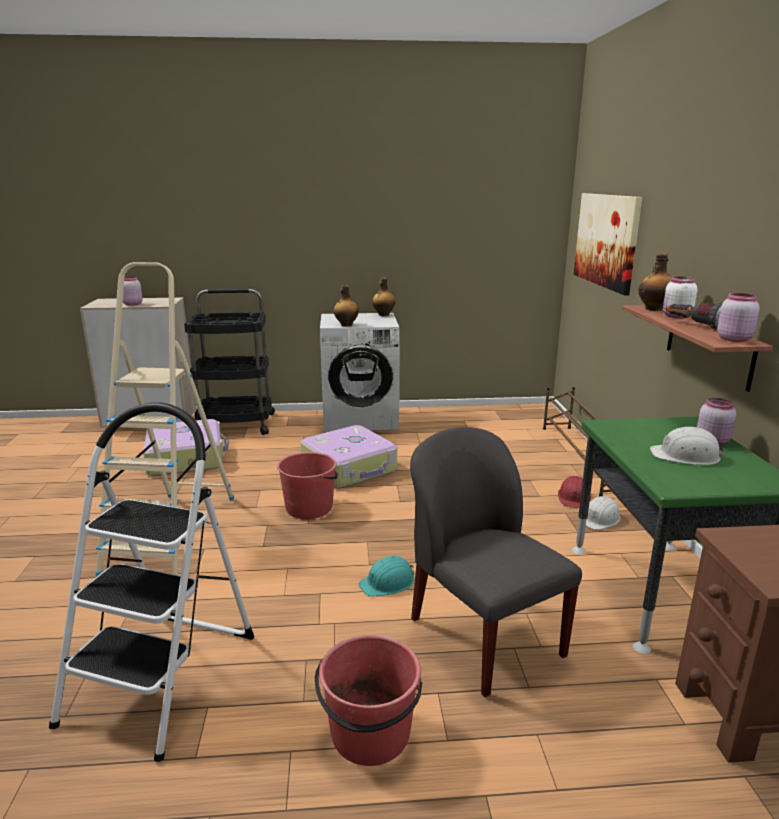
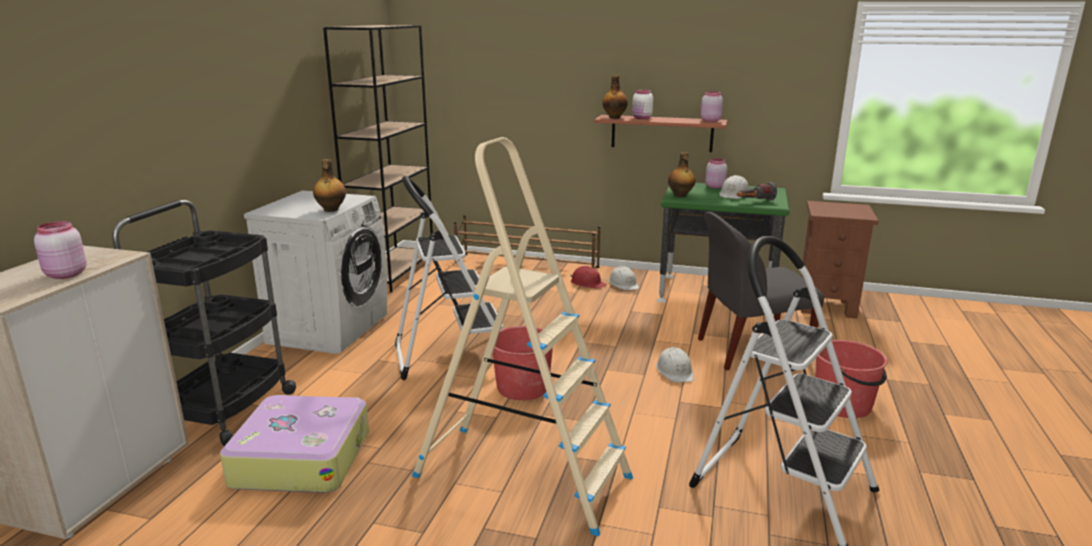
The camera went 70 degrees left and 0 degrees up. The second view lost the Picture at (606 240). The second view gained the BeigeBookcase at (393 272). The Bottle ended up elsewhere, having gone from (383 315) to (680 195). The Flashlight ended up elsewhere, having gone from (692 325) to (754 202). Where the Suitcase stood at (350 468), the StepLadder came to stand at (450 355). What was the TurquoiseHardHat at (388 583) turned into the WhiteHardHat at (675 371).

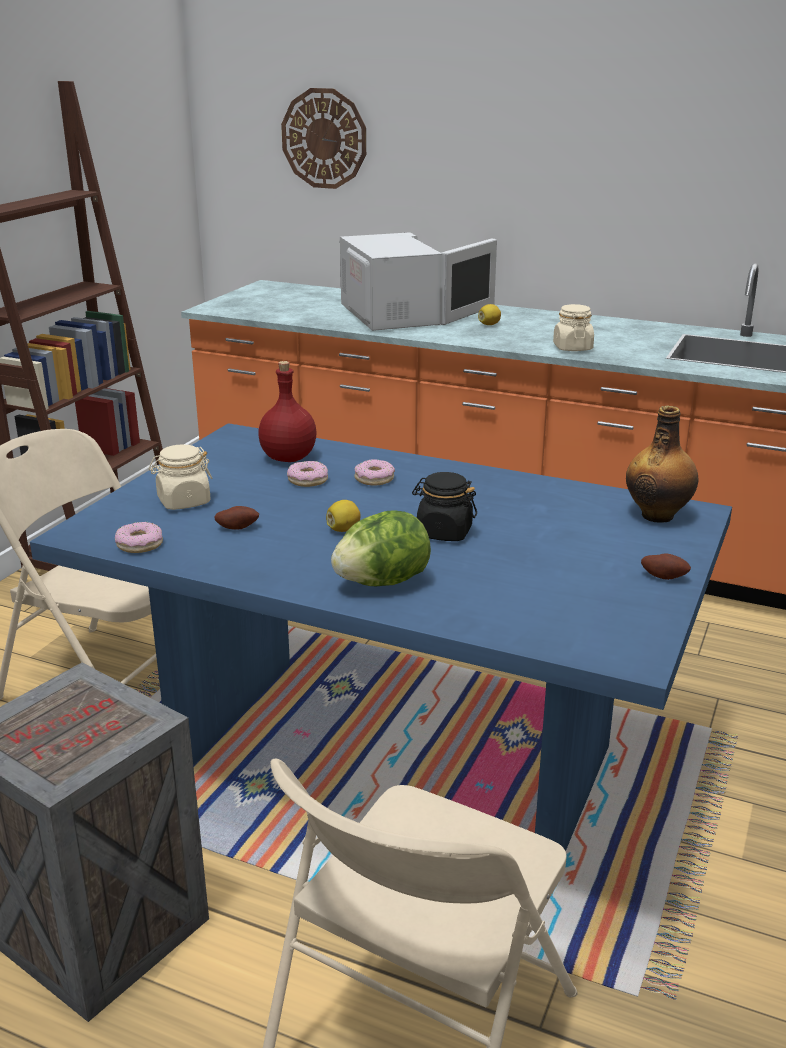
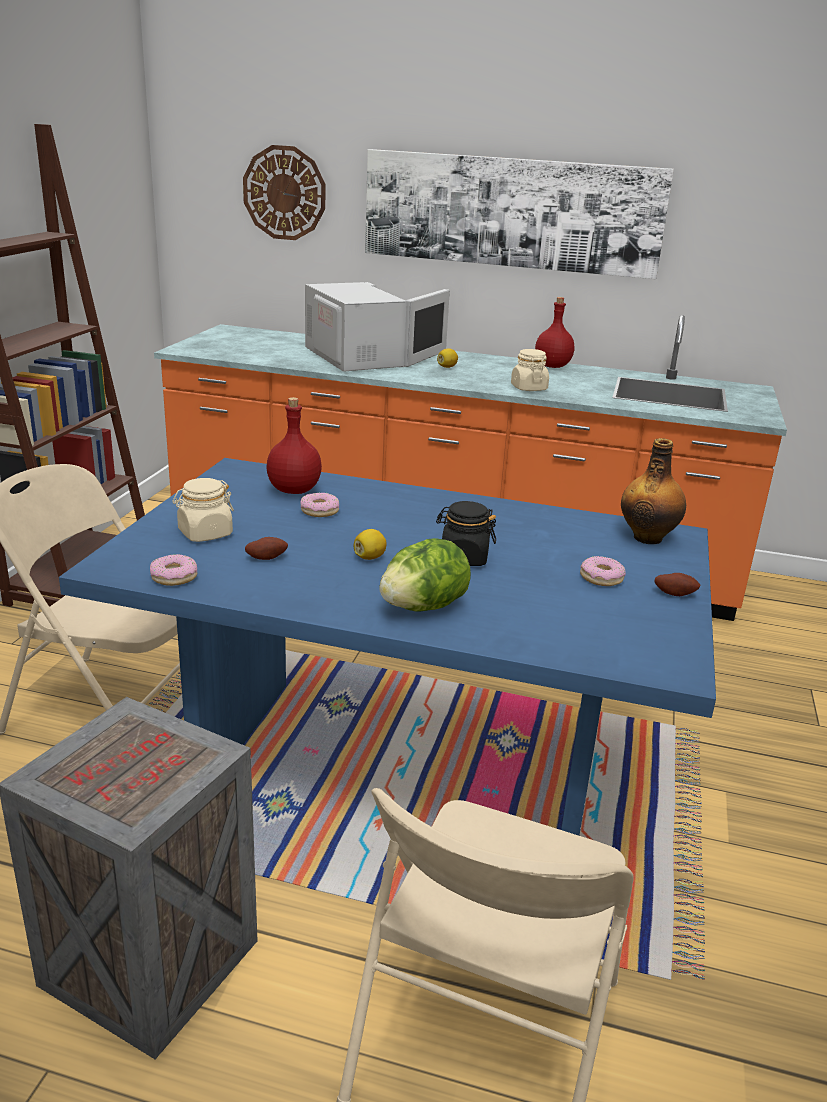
The camera went 10 degrees left and 0 degrees up. The second view gained the Picture at (511 212). The second view gained the RedBottle at (552 366). The Donut ended up elsewhere, having gone from (374 479) to (601 578).

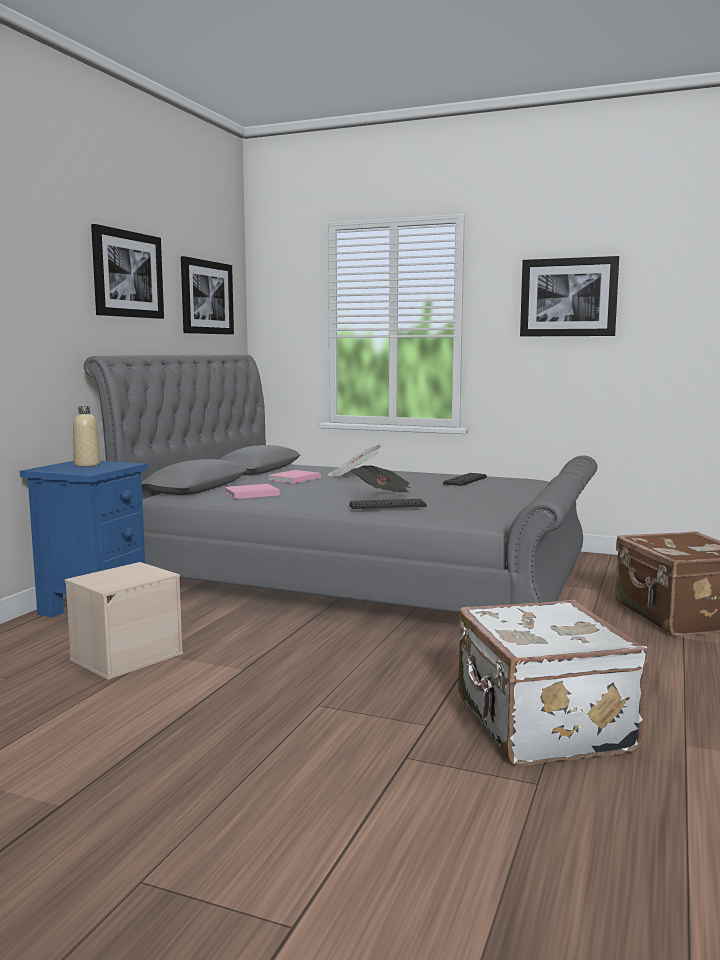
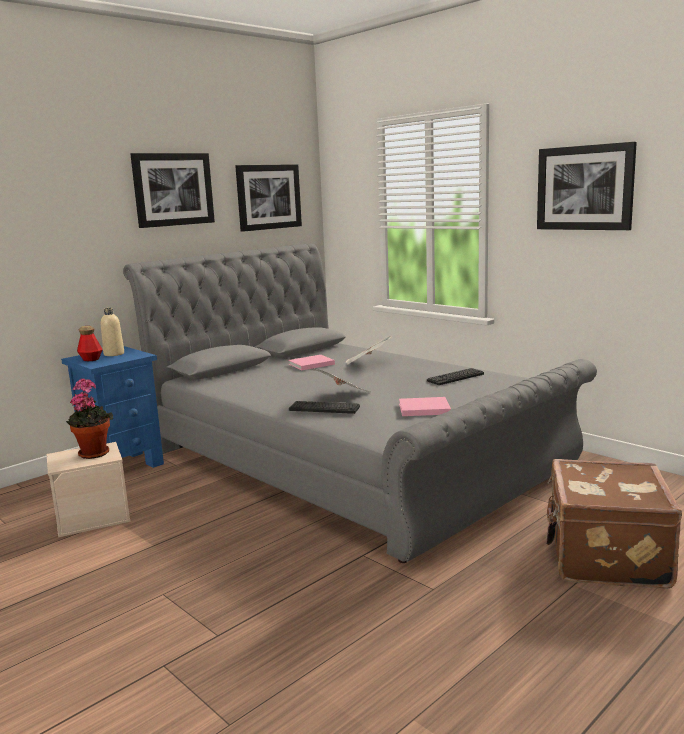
The camera went 25 degrees right and 5 degrees up. The second view lost the WhiteSuitcase at (540 726). The second view gained the PottedPlant at (93 453). The second view gained the Bottle at (91 359). The PinkBook ended up elsewhere, having gone from (250 494) to (422 409).

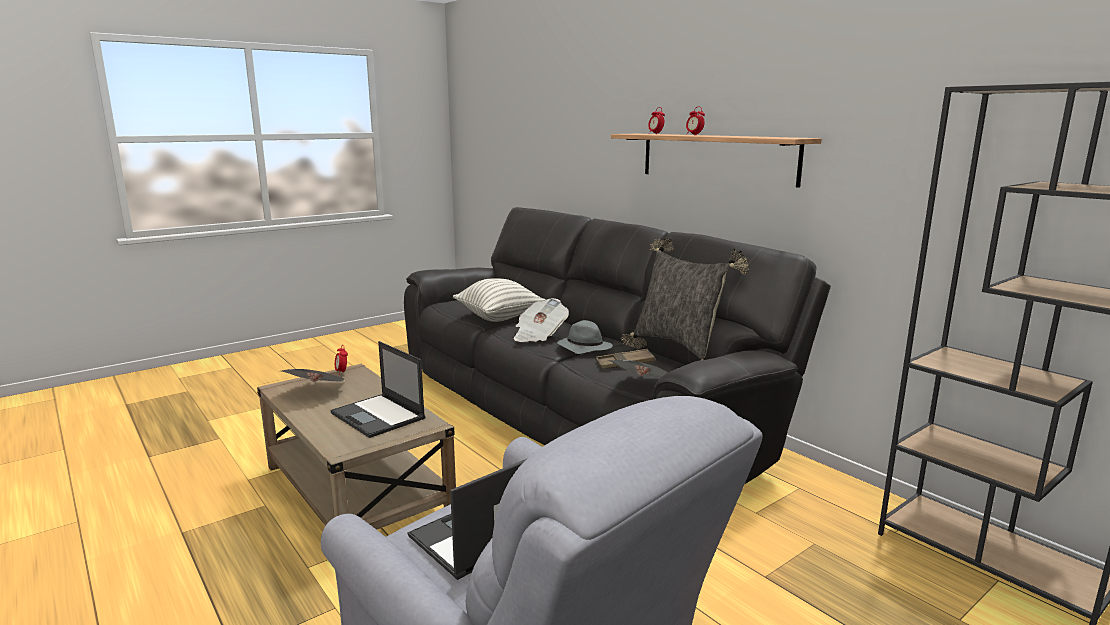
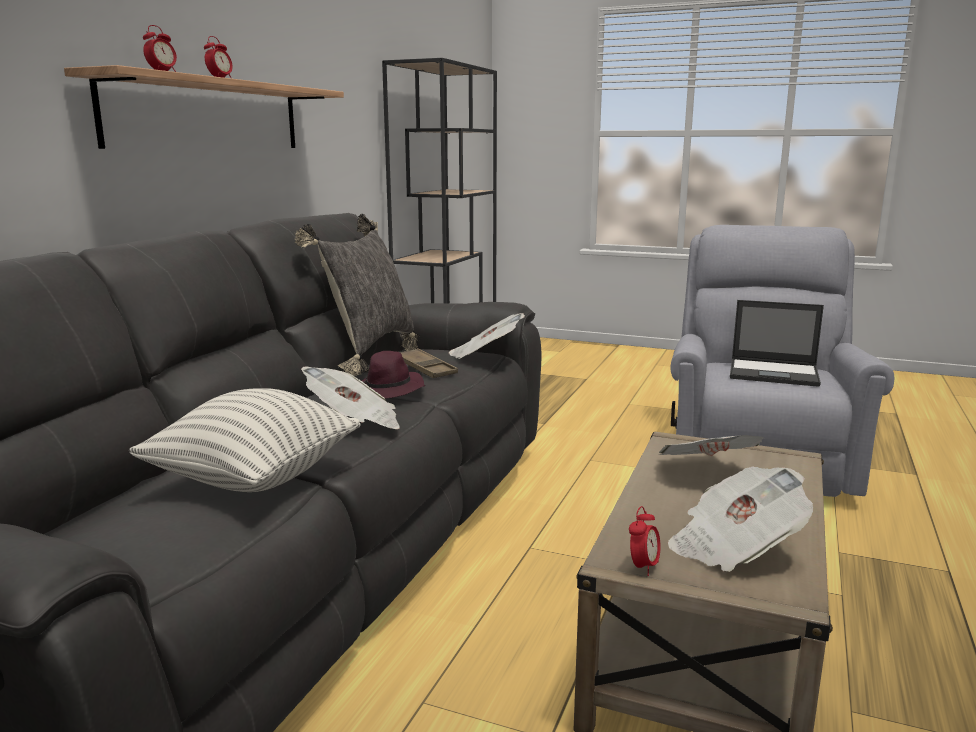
The camera went 120 degrees left and 0 degrees up. Where the Laptop stood at (378 416), the Newspaper came to stand at (706 472). What was the GreyHat at (583 348) turned into the PurpleHat at (389 391).

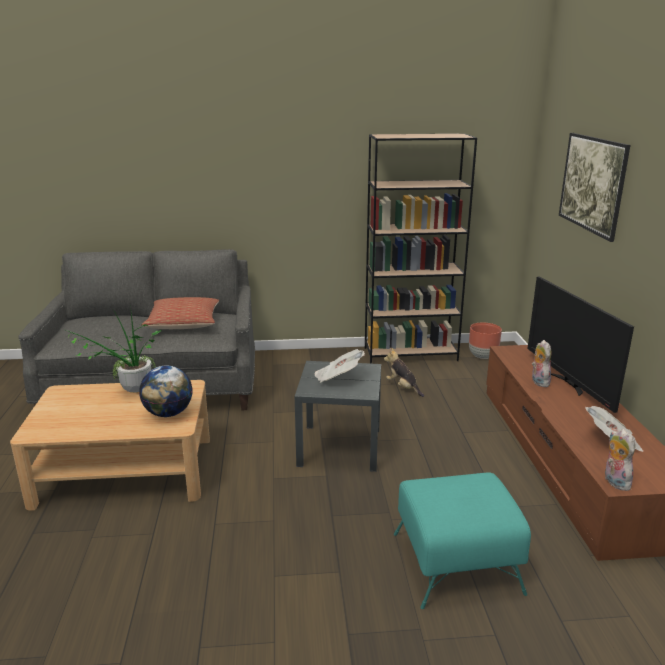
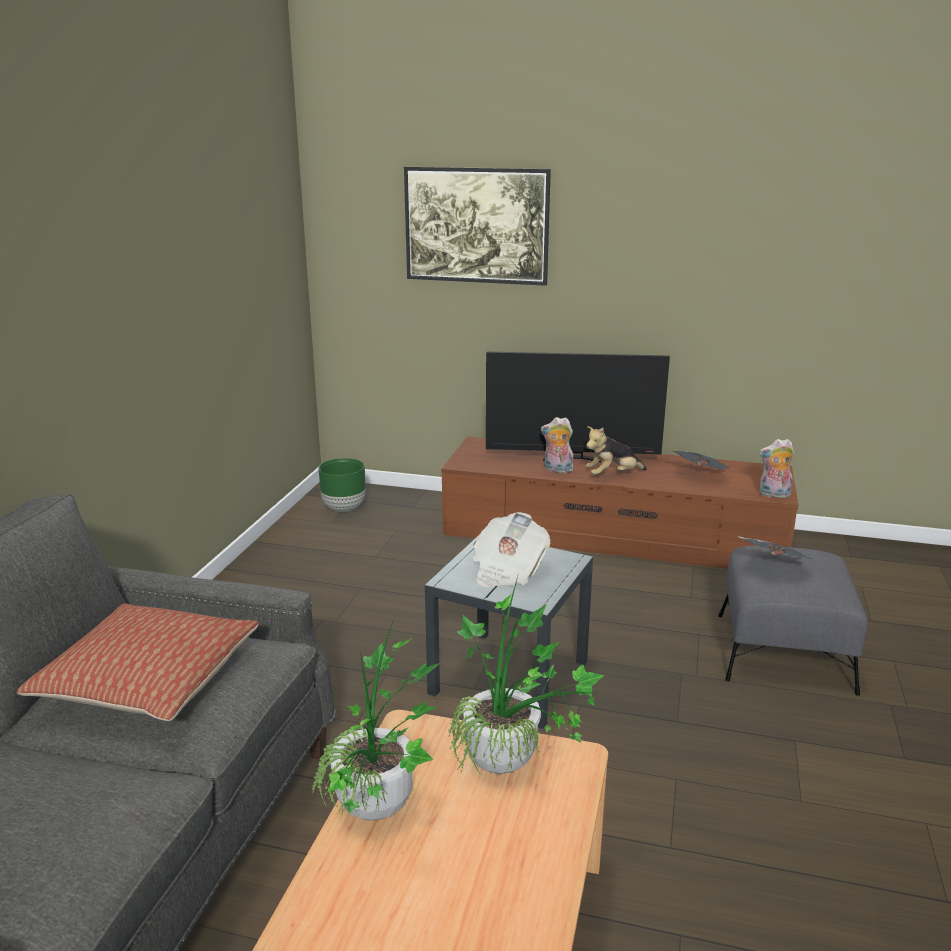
The camera went 70 degrees left and 0 degrees up. The second view lost the BeigeBookcase at (410 354). The second view gained the Newspaper at (774 566). The PlushToy ended up elsewhere, having gone from (403 387) to (612 475). Where the Globe stood at (168 413), the PottedPlant came to stand at (513 768). What was the TurquoiseOttoman at (455 562) turned into the GreyOttoman at (783 653). What was the BrownPlanter at (482 356) turned into the GreenPlanter at (344 508).

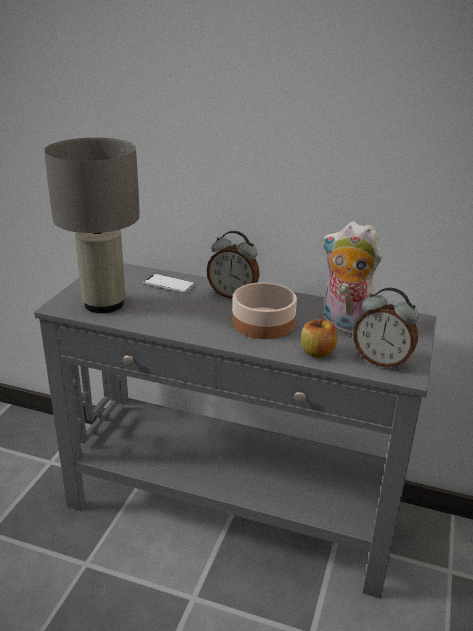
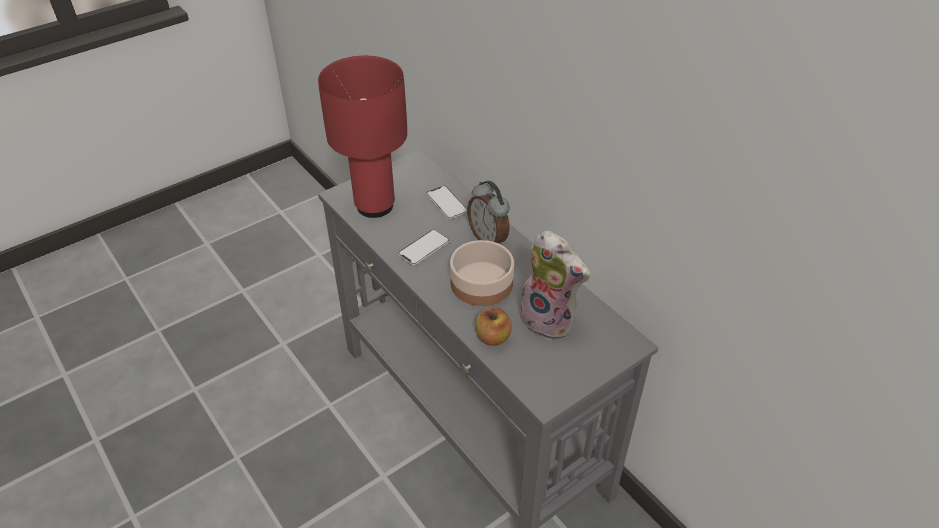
The camera went 35 degrees right and 15 degrees up. The second view lost the AlarmClock at (381 361). The second view gained the Phone at (424 248). What was the GreyTableLamp at (105 304) turned into the RedTableLamp at (375 206). The PlushToy at (345 326) ended up facing another way, 150 degrees clockwise from before.

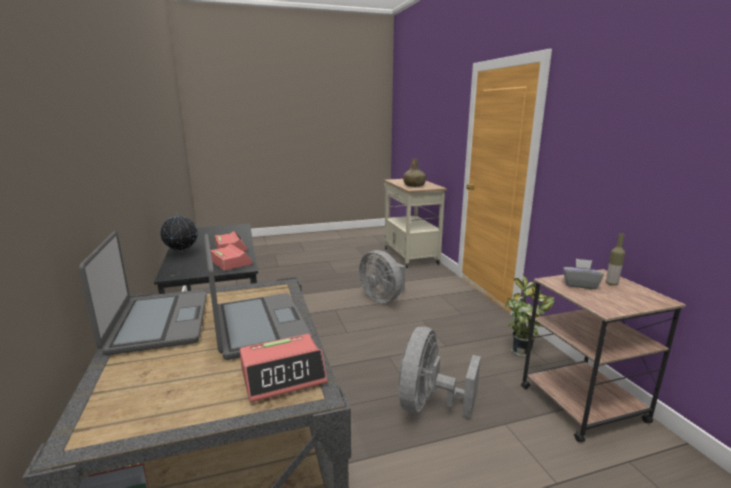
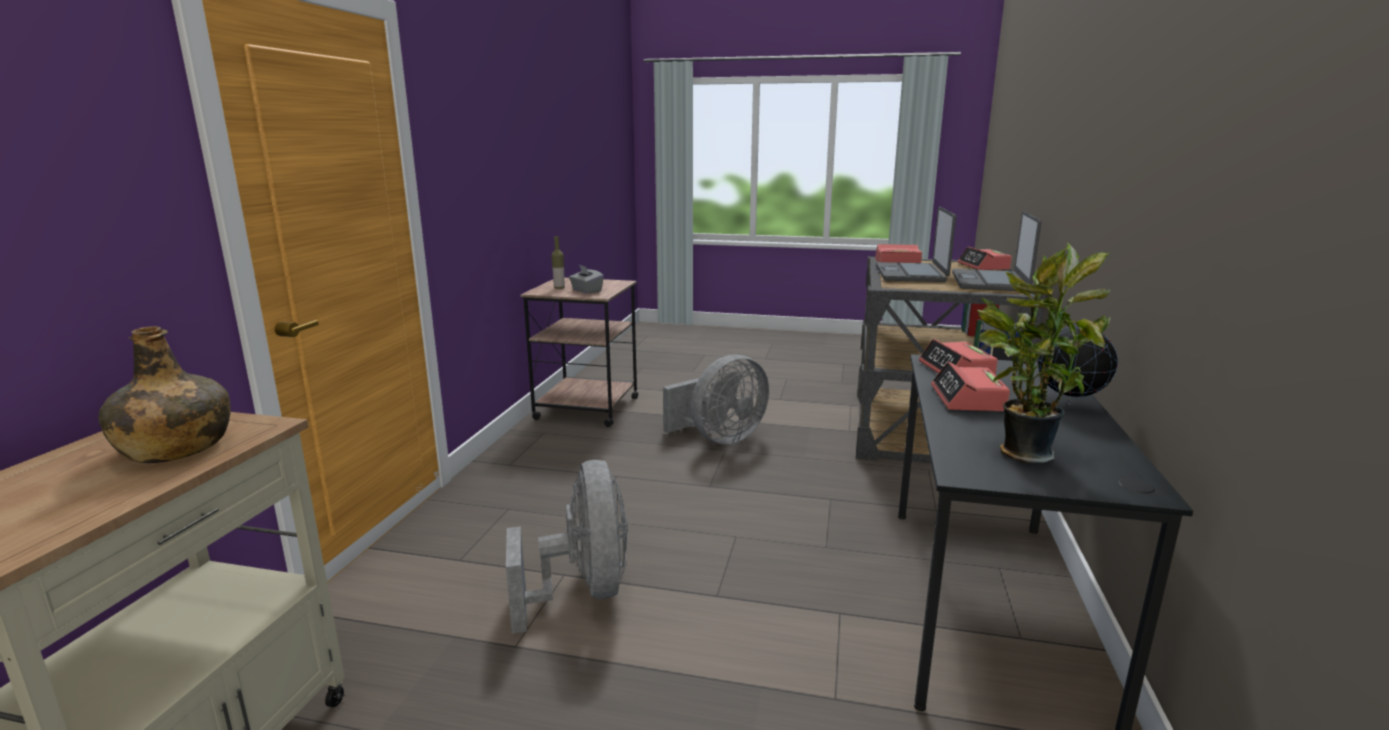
The camera went 150 degrees left and 0 degrees up. The second view gained the AlarmClock at (983 266). The PottedPlant ended up elsewhere, having gone from (523 353) to (1020 452).

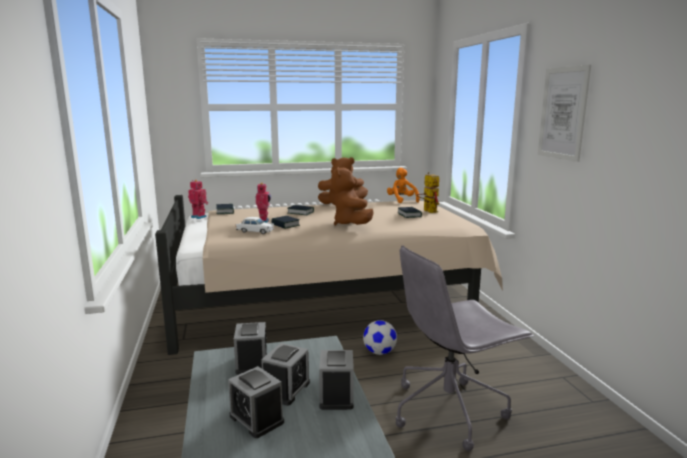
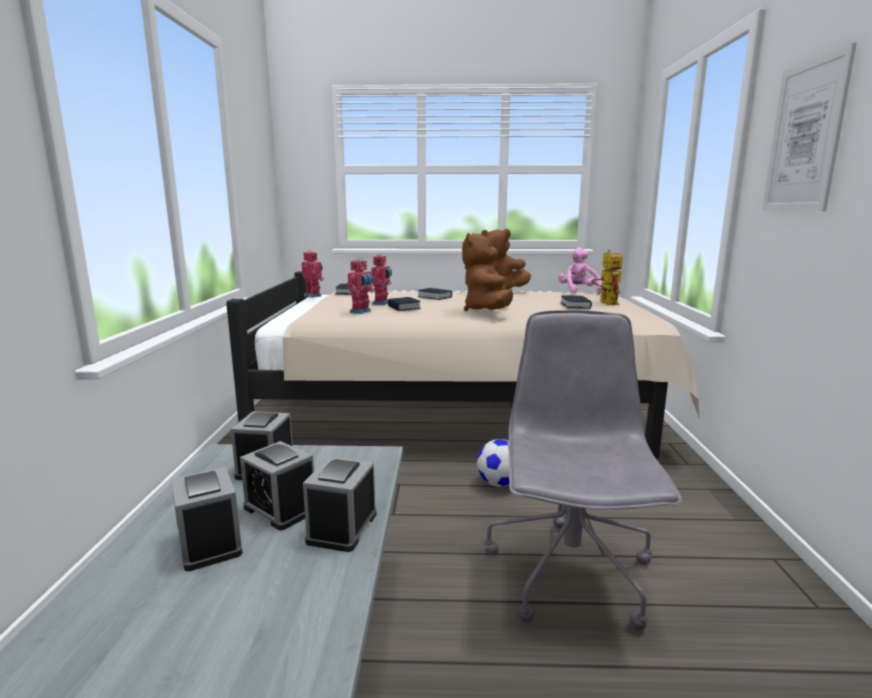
The camera went 15 degrees right and 0 degrees up. Where the WhiteToyCar stood at (255 231), the ToyRobot came to stand at (361 312). What was the OrangePlushToy at (402 200) turned into the PinkPlushToy at (578 291). The AlarmClock at (286 390) ended up facing another way, 90 degrees clockwise from before. The GreyOfficeChair at (452 410) ended up facing another way, 105 degrees clockwise from before.

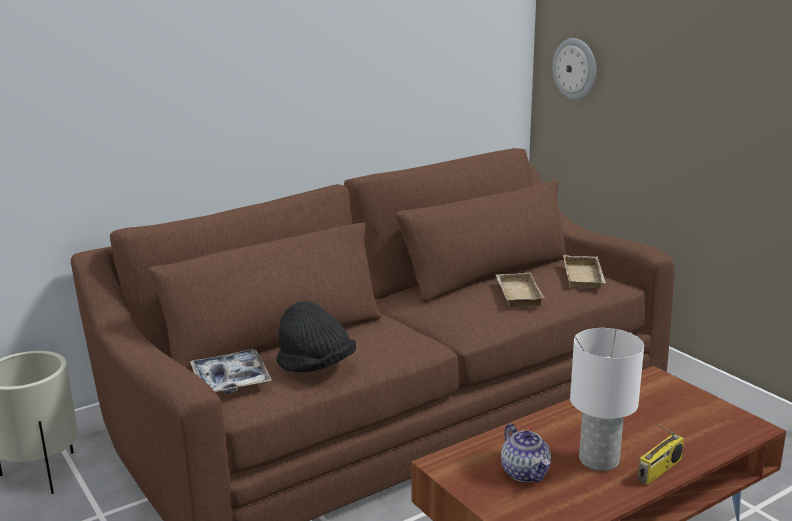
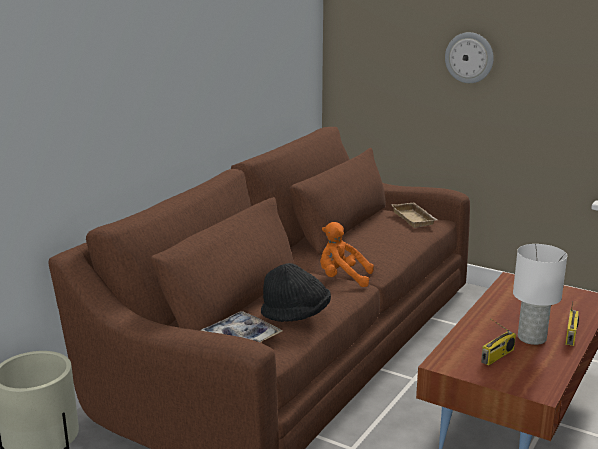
The camera went 25 degrees left and 0 degrees up. The second view lost the BeigeTray at (516 294). The second view gained the OrangePlushToy at (342 279). The WallClock ended up elsewhere, having gone from (575 69) to (469 57). Where the Teapot stood at (526 473), the Radio came to stand at (497 356).

